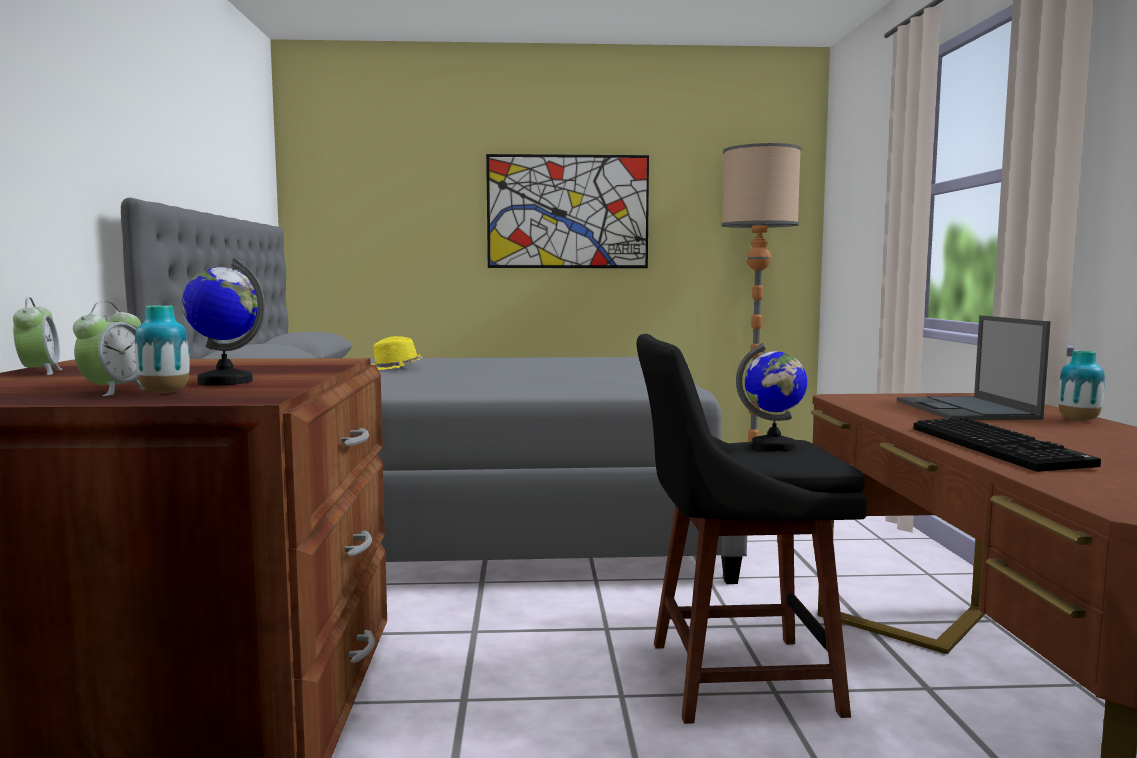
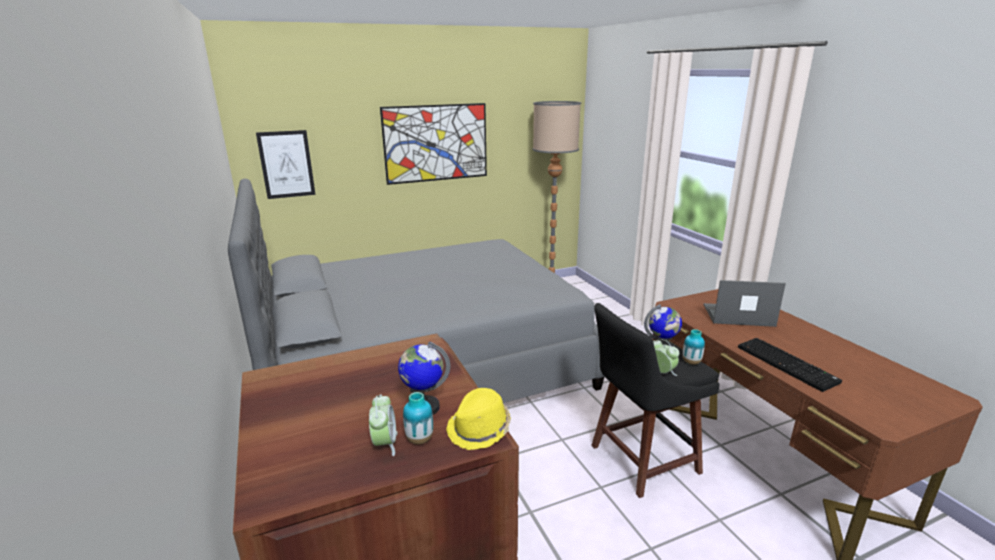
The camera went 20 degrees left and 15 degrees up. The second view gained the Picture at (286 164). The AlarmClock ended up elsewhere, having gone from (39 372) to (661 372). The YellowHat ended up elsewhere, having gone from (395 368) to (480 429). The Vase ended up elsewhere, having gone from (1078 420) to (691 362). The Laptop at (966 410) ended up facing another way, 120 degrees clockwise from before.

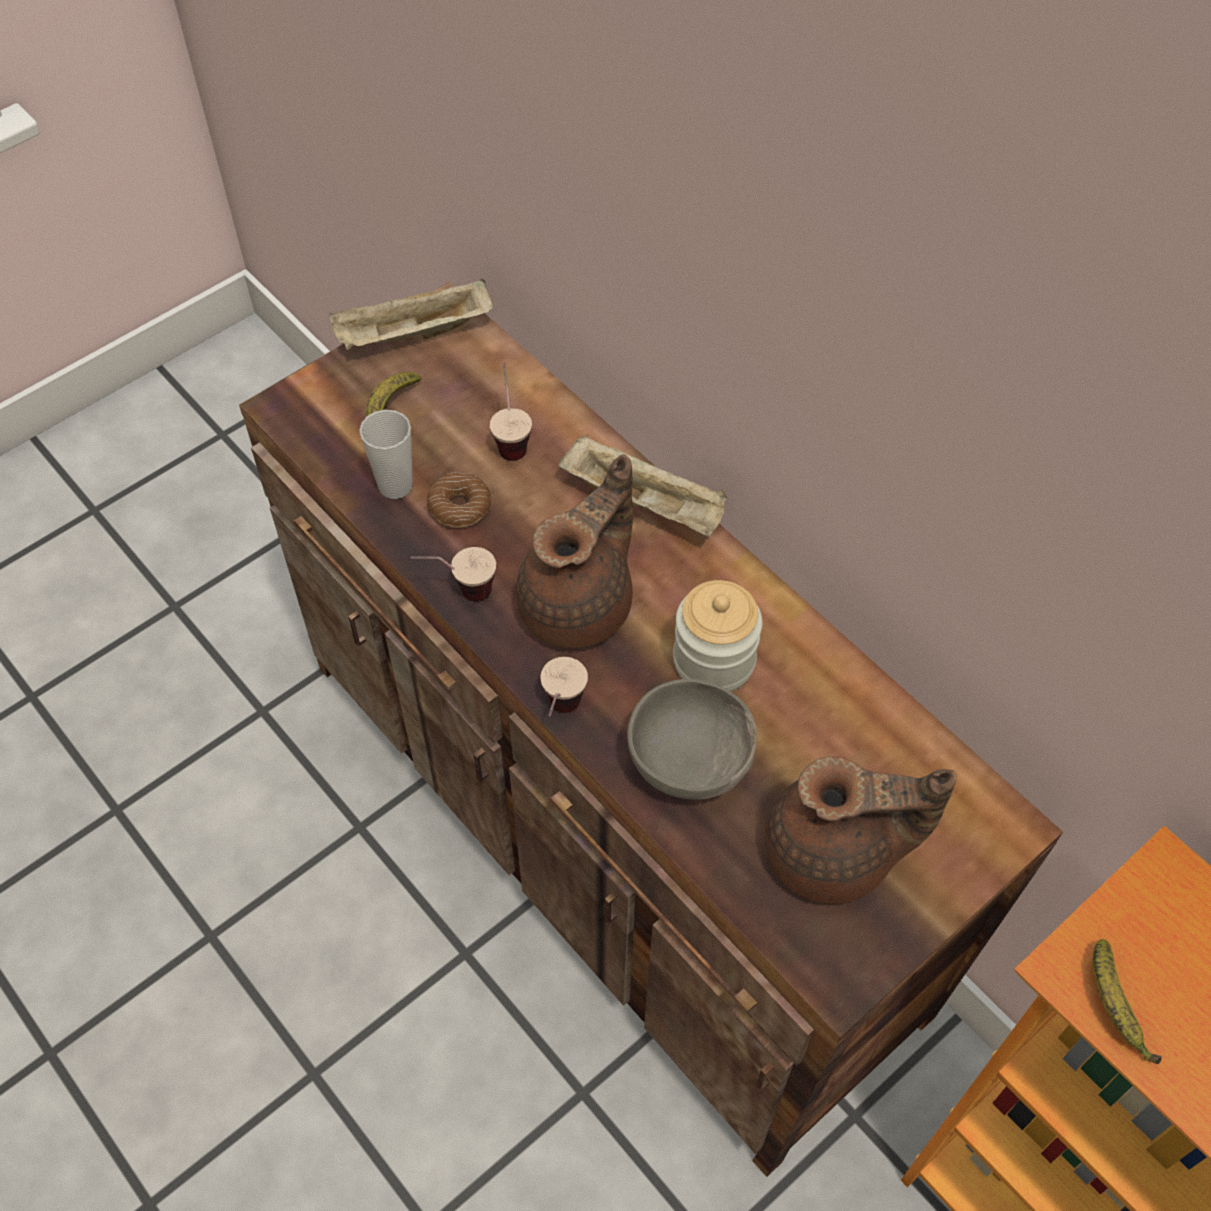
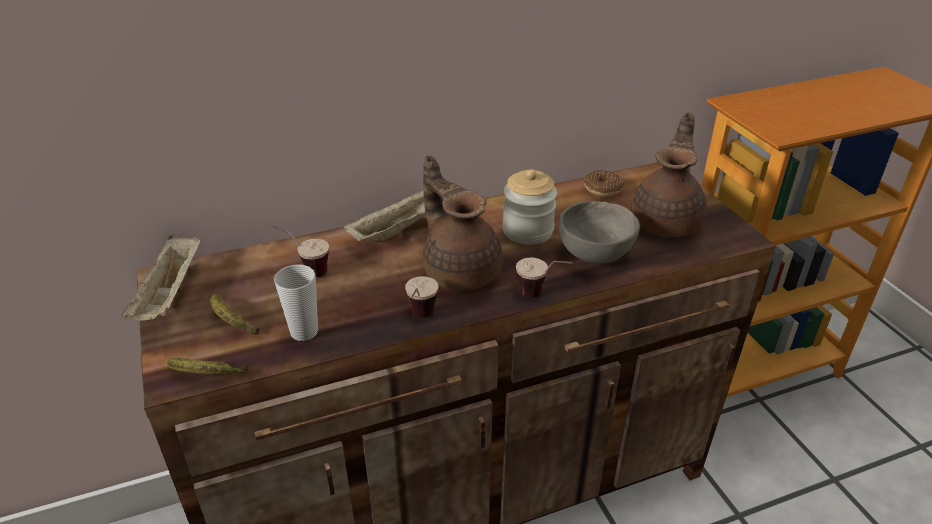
The camera went 70 degrees left and 20 degrees down. The Donut ended up elsewhere, having gone from (459 506) to (602 189). The Banana ended up elsewhere, having gone from (1114 1007) to (206 375).

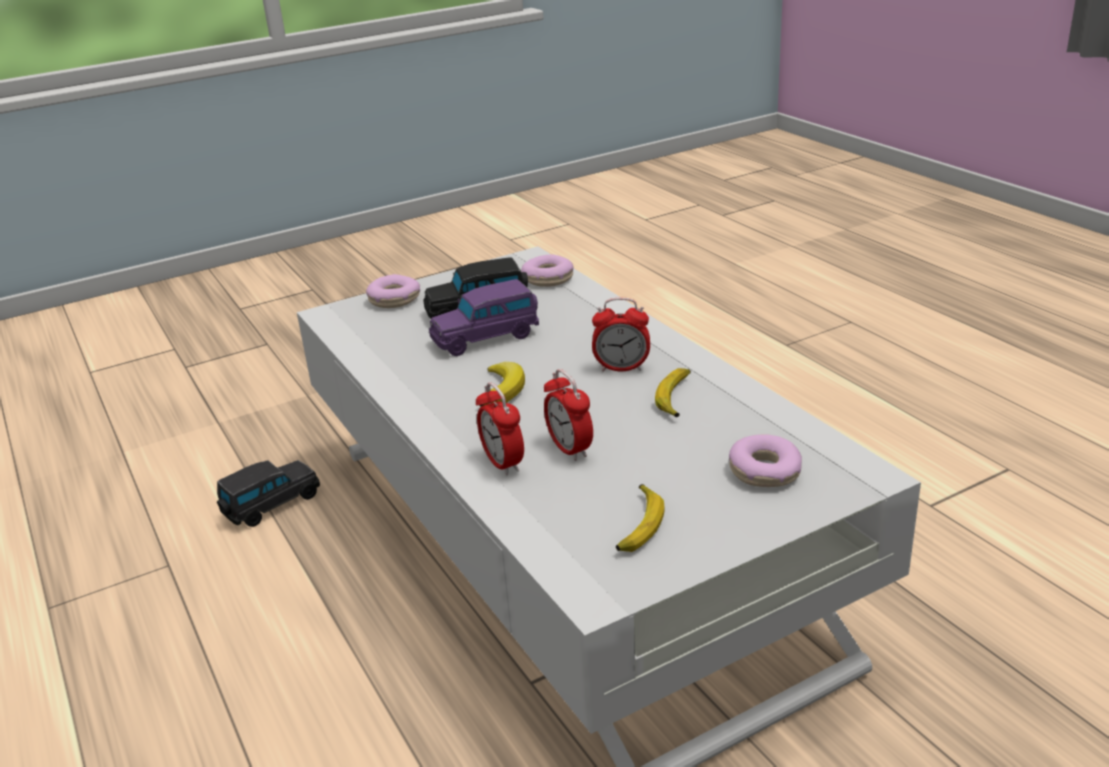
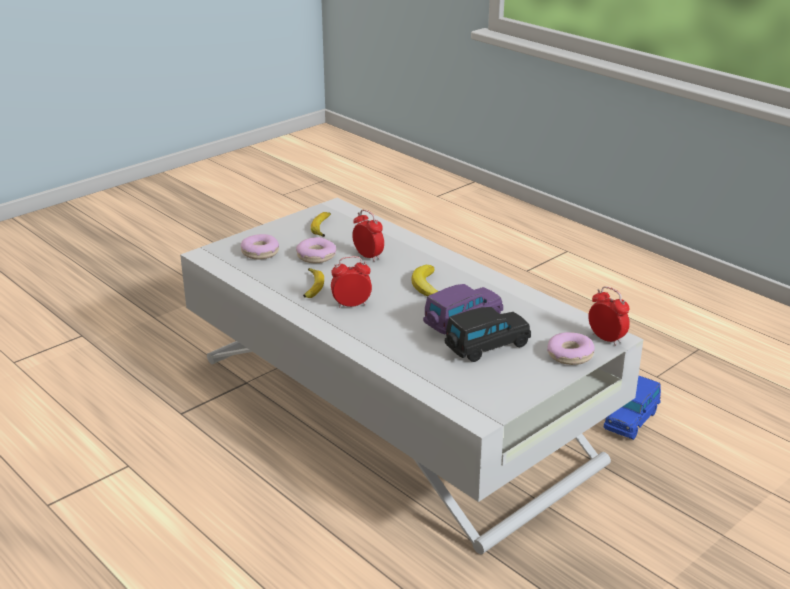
The camera went 165 degrees right and 0 degrees up. The AlarmClock ended up elsewhere, having gone from (503 463) to (606 338). The Donut ended up elsewhere, having gone from (548 279) to (316 256). What was the BlackToyCar at (270 505) turned into the BlueToyCar at (632 420).

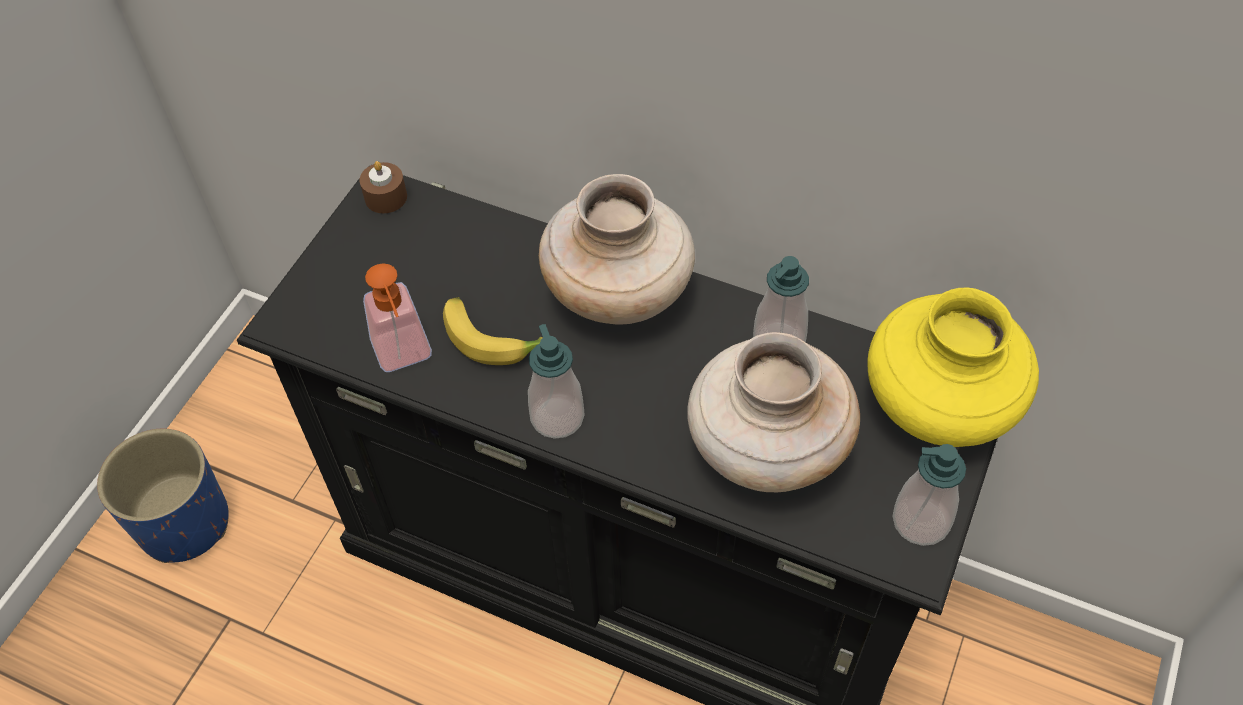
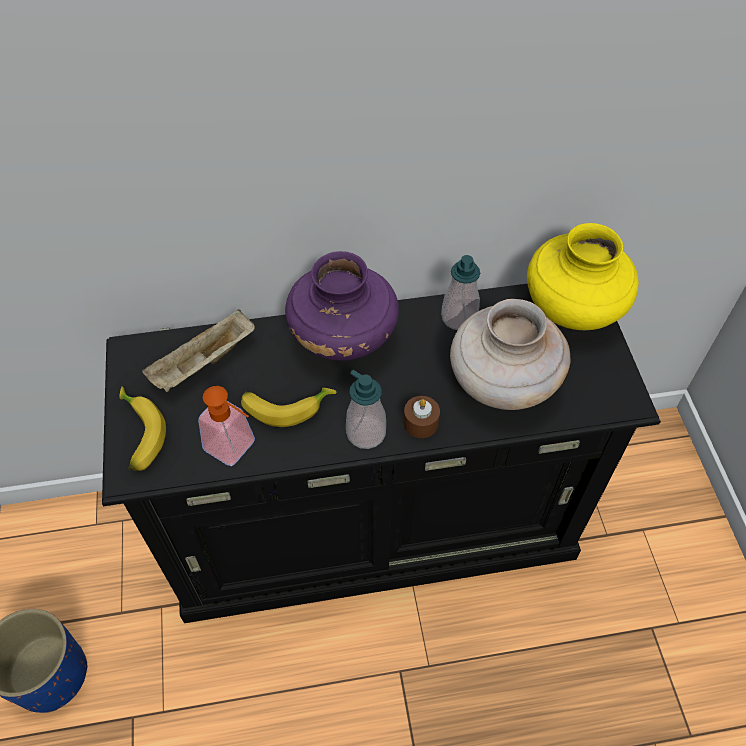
The camera went 35 degrees left and 0 degrees up. The second view lost the SoapDispenser at (920 521). The second view gained the Banana at (138 435). The second view gained the BeigeTray at (204 363). The BrownCandle ended up elsewhere, having gone from (386 197) to (420 423). What was the BeigeVase at (619 293) turned into the PurpleVase at (343 338).

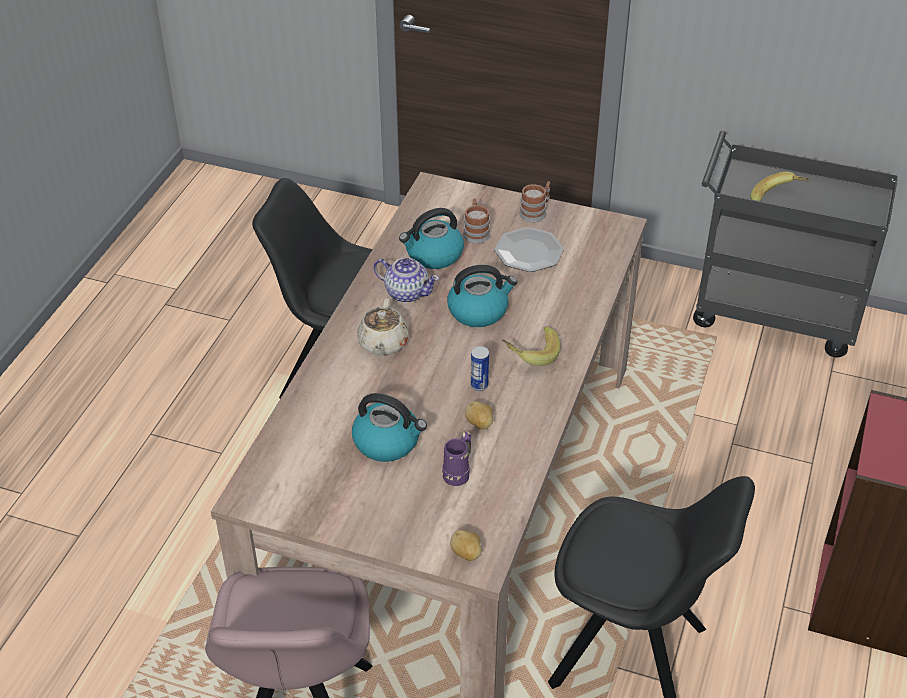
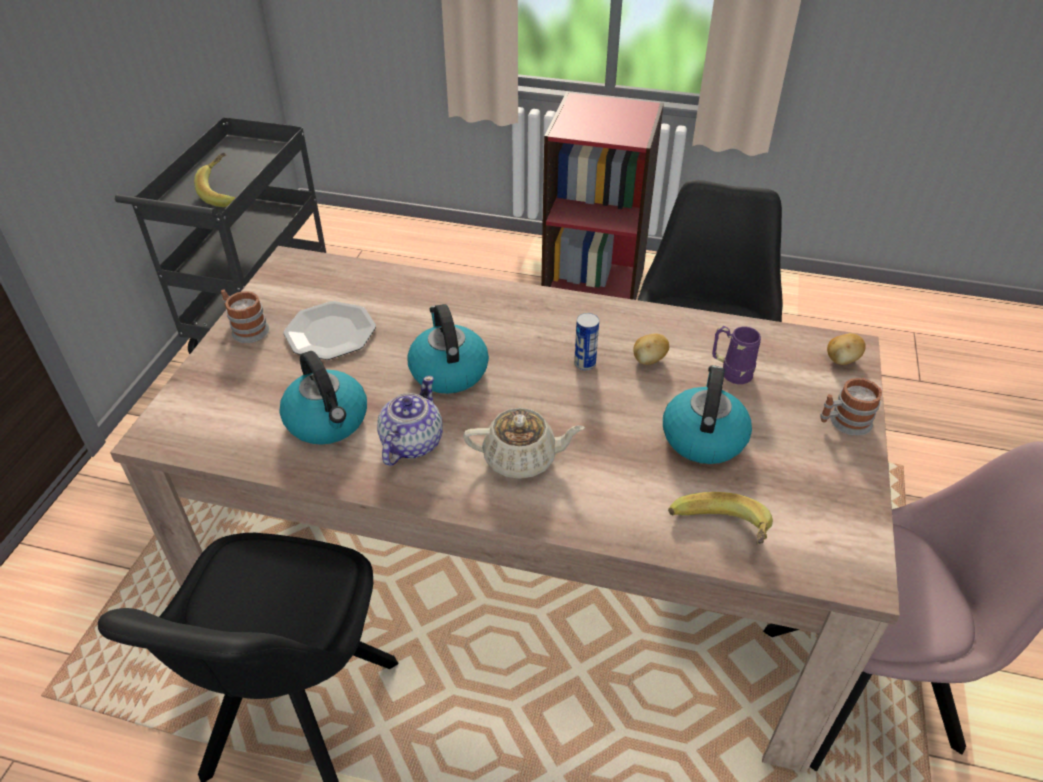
The camera went 95 degrees left and 0 degrees up. The Mug ended up elsewhere, having gone from (476 232) to (843 422). The Banana ended up elsewhere, having gone from (530 354) to (719 536).

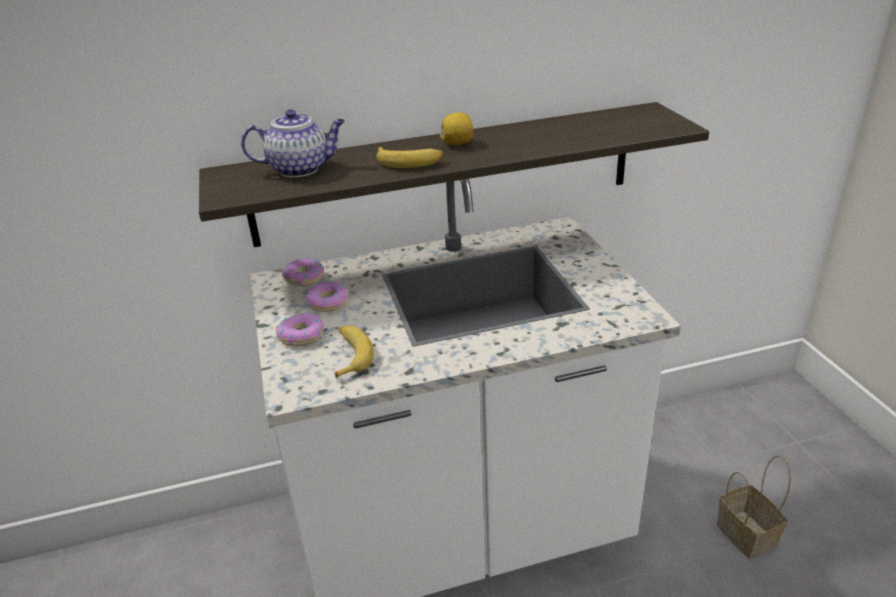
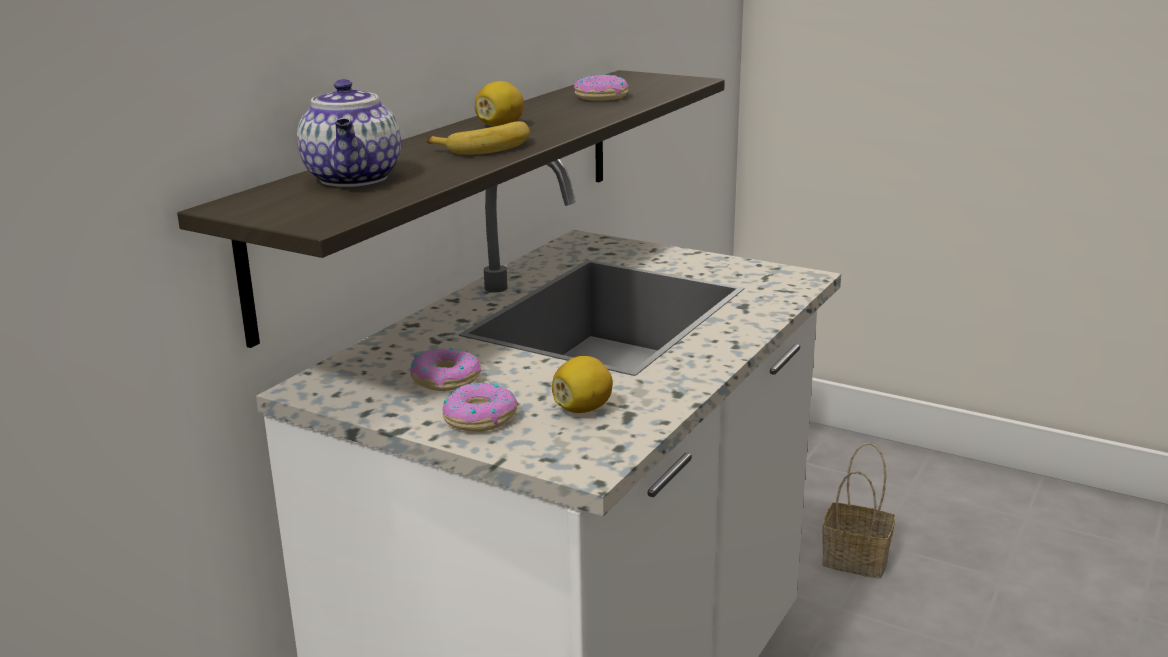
The camera went 45 degrees left and 10 degrees down. The Donut ended up elsewhere, having gone from (304 278) to (601 97). Where the Banana stood at (350 355), the Lemon came to stand at (583 408). The Teapot at (301 169) ended up facing another way, 135 degrees clockwise from before.

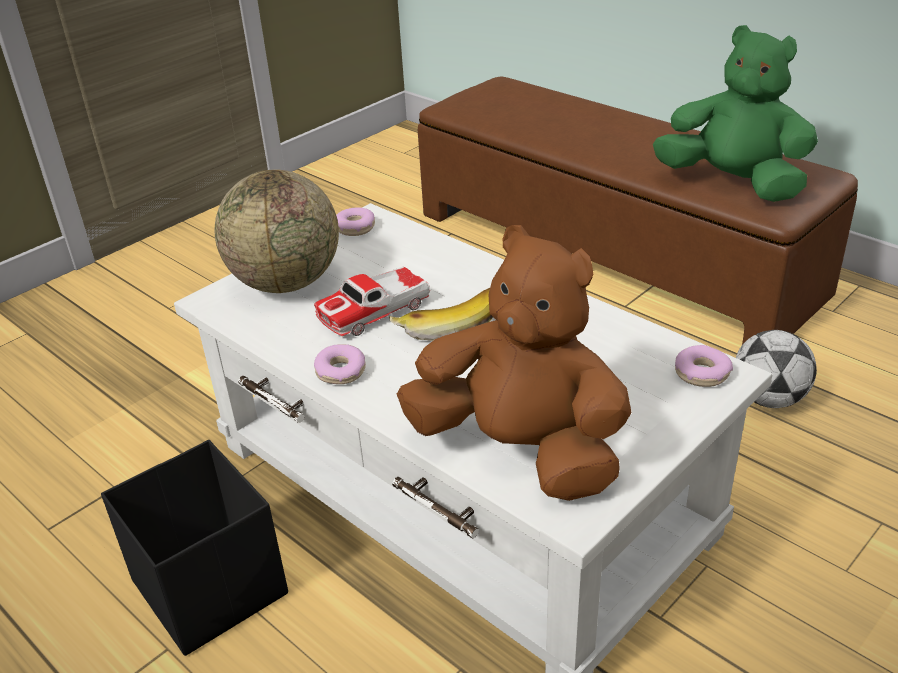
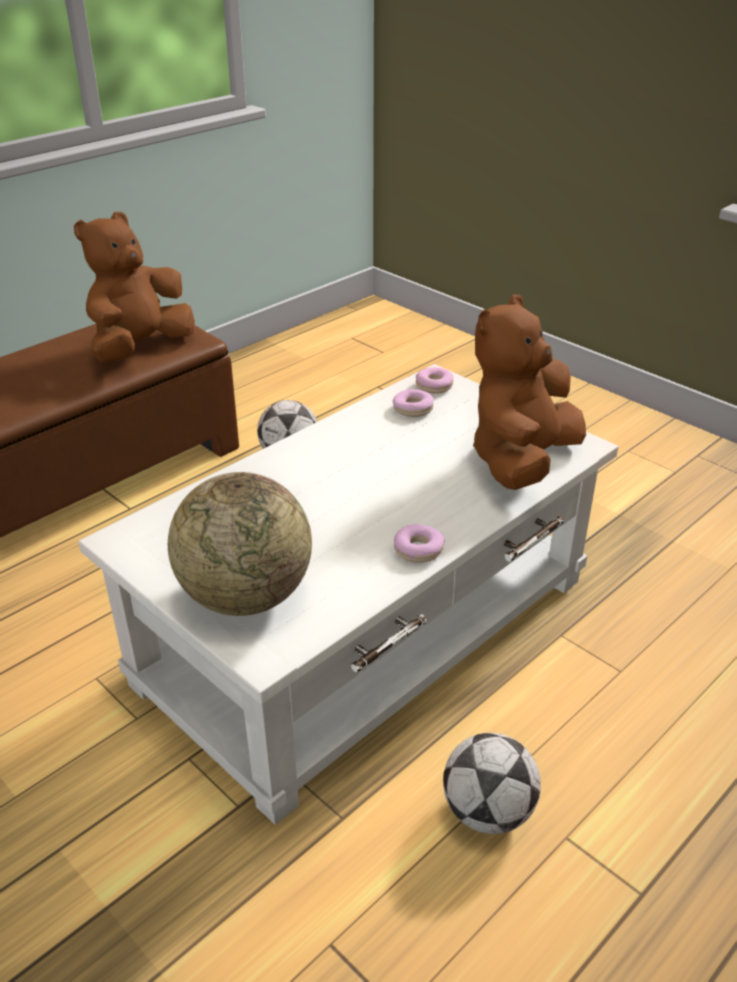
The camera went 90 degrees left and 0 degrees up. The second view lost the ToyCar at (374 311). The second view lost the Banana at (448 324). The Donut ended up elsewhere, having gone from (355 228) to (413 409). Where the BlackStorageBox stood at (210 586), the Football came to stand at (487 812). What was the GreenPlushToy at (733 183) turned into the BrownPlushToy at (140 348).

